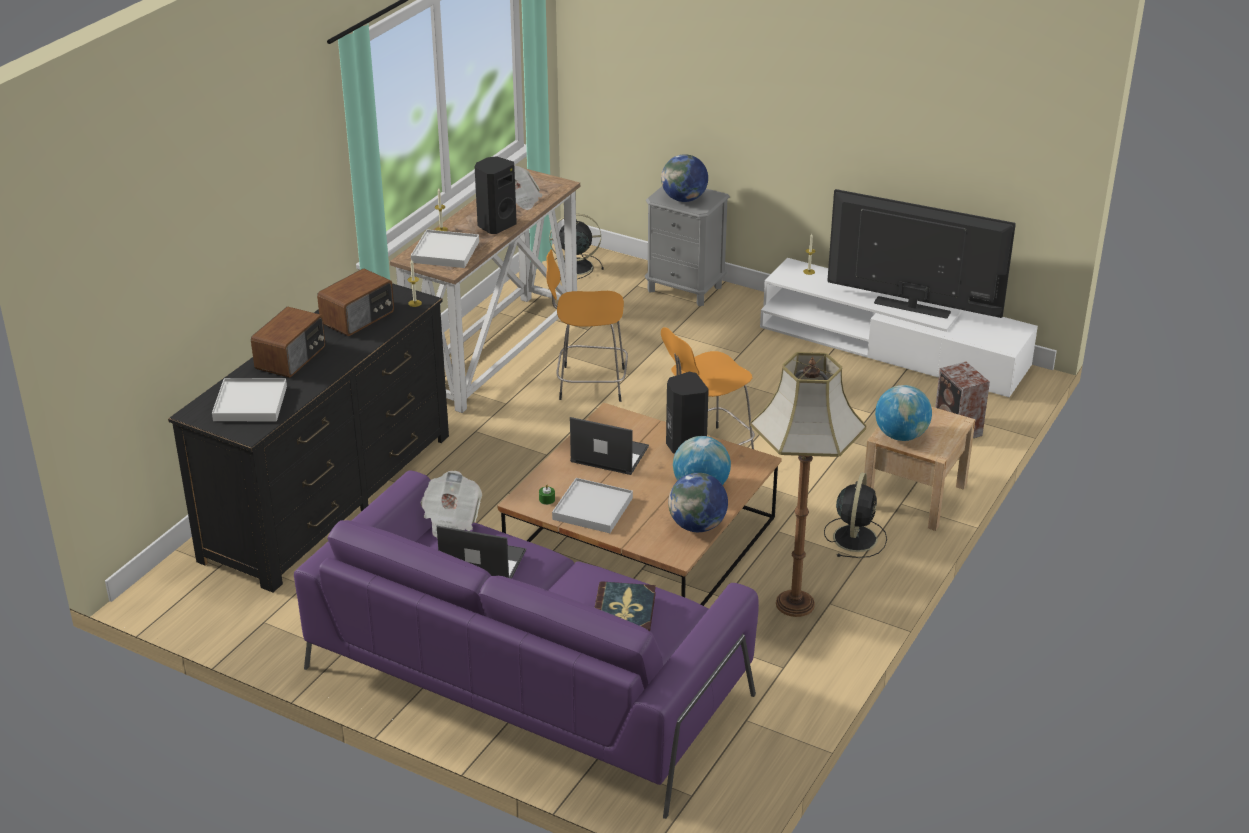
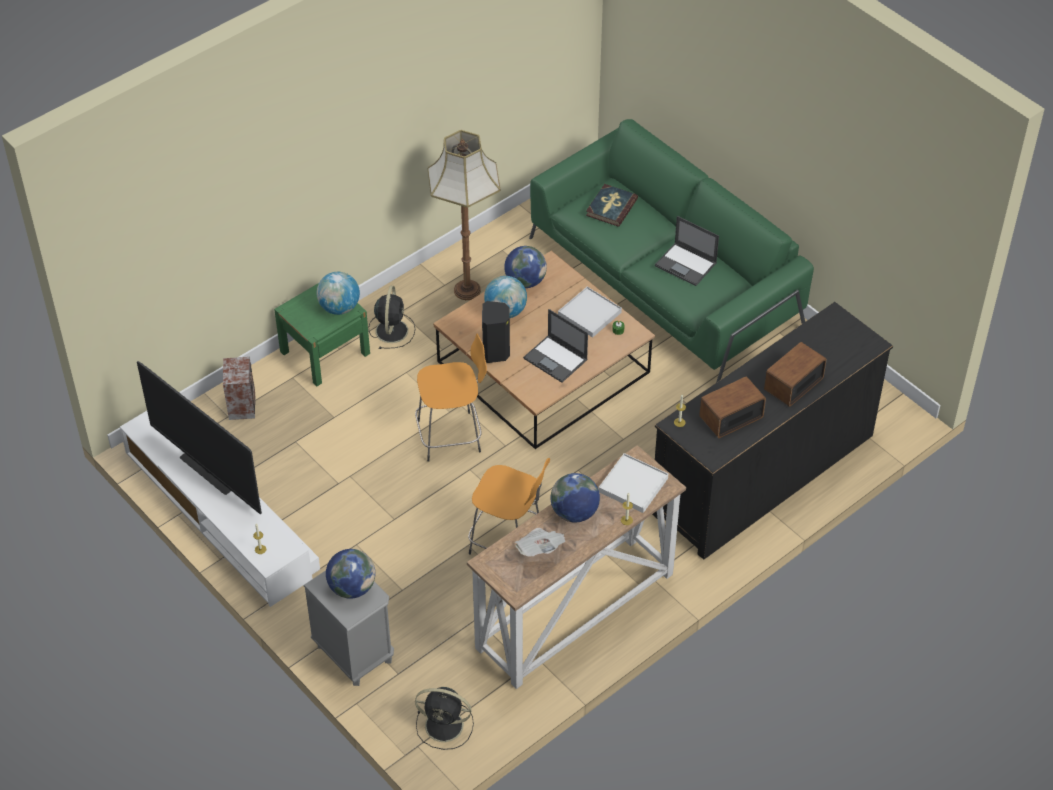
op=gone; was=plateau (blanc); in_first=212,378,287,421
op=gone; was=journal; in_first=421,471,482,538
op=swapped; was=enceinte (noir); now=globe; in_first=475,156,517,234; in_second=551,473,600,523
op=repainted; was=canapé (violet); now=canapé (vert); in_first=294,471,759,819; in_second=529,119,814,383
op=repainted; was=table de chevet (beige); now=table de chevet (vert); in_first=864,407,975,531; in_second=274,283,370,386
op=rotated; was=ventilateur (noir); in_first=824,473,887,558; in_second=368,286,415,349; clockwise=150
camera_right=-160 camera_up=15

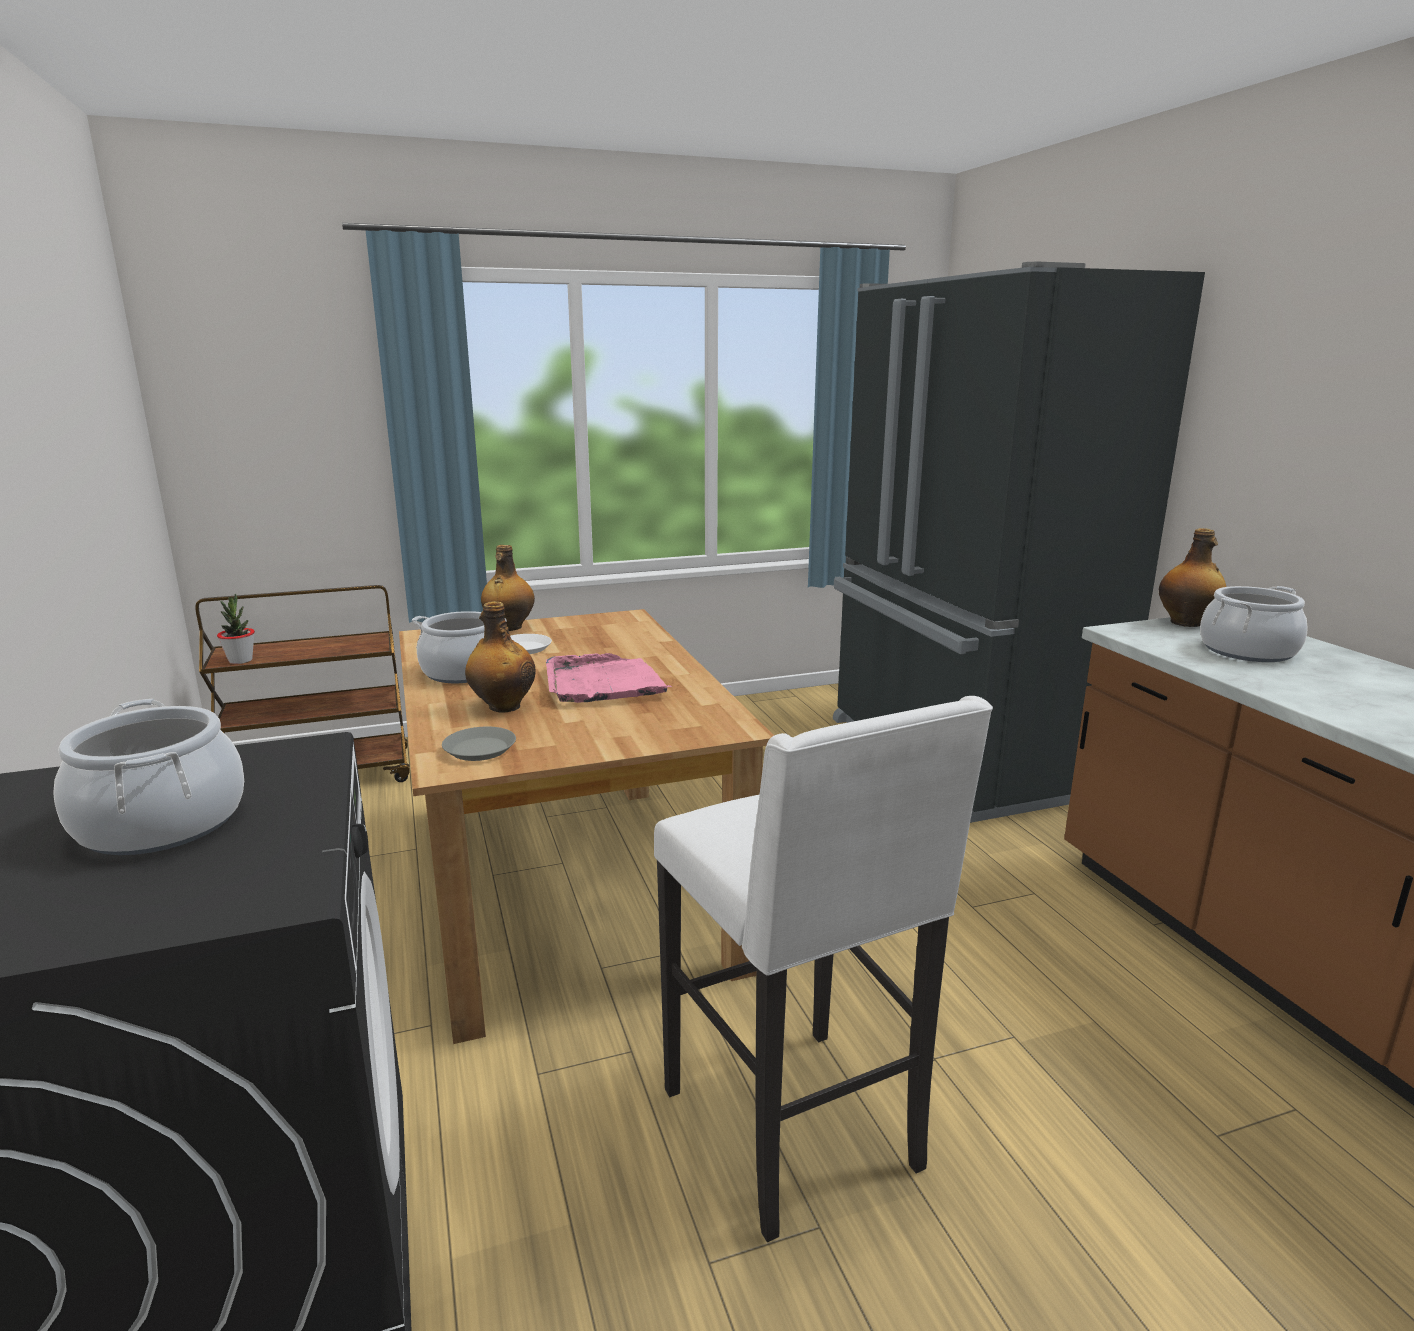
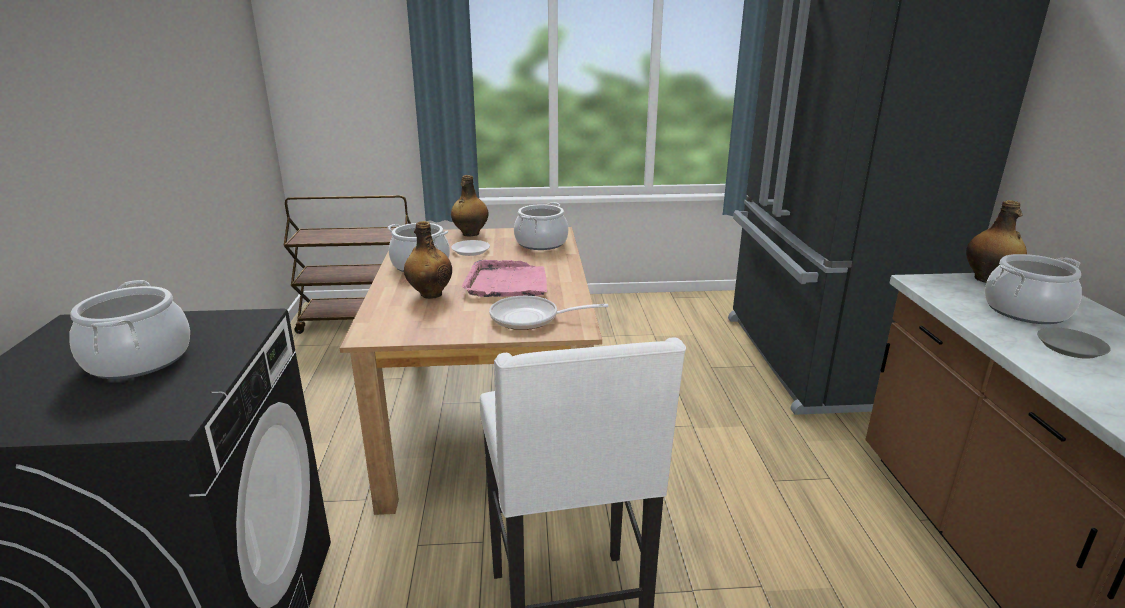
op=gone; was=plante en pot; in_first=217,593,255,664
op=new; now=poêle; in_second=489,296,608,330
op=new; now=marmite; in_second=514,202,568,250
op=shifted; was=assiette (gris); in_first=442,727,516,761; in_second=1037,327,1111,359
camera_right=15 camera_up=5

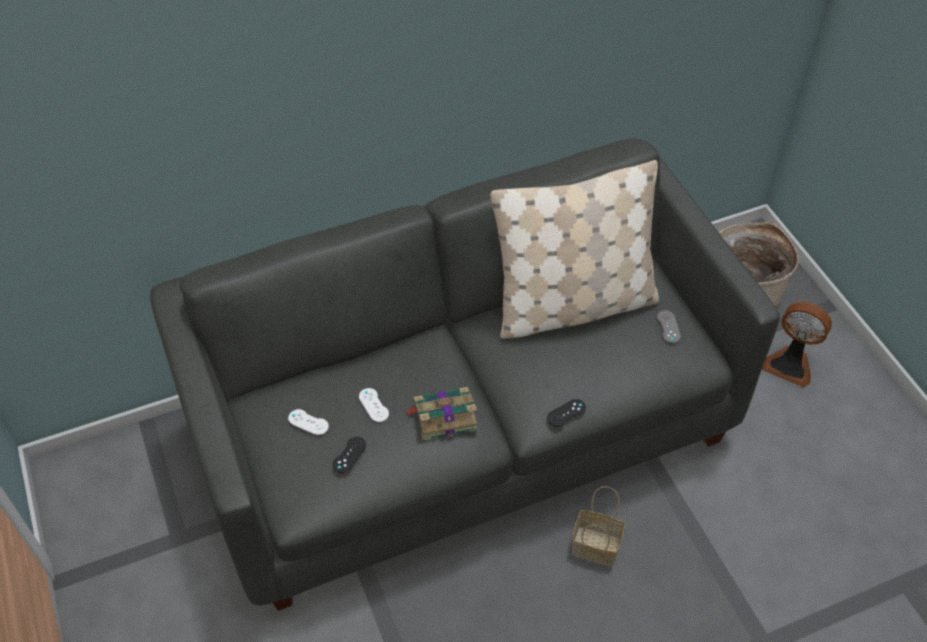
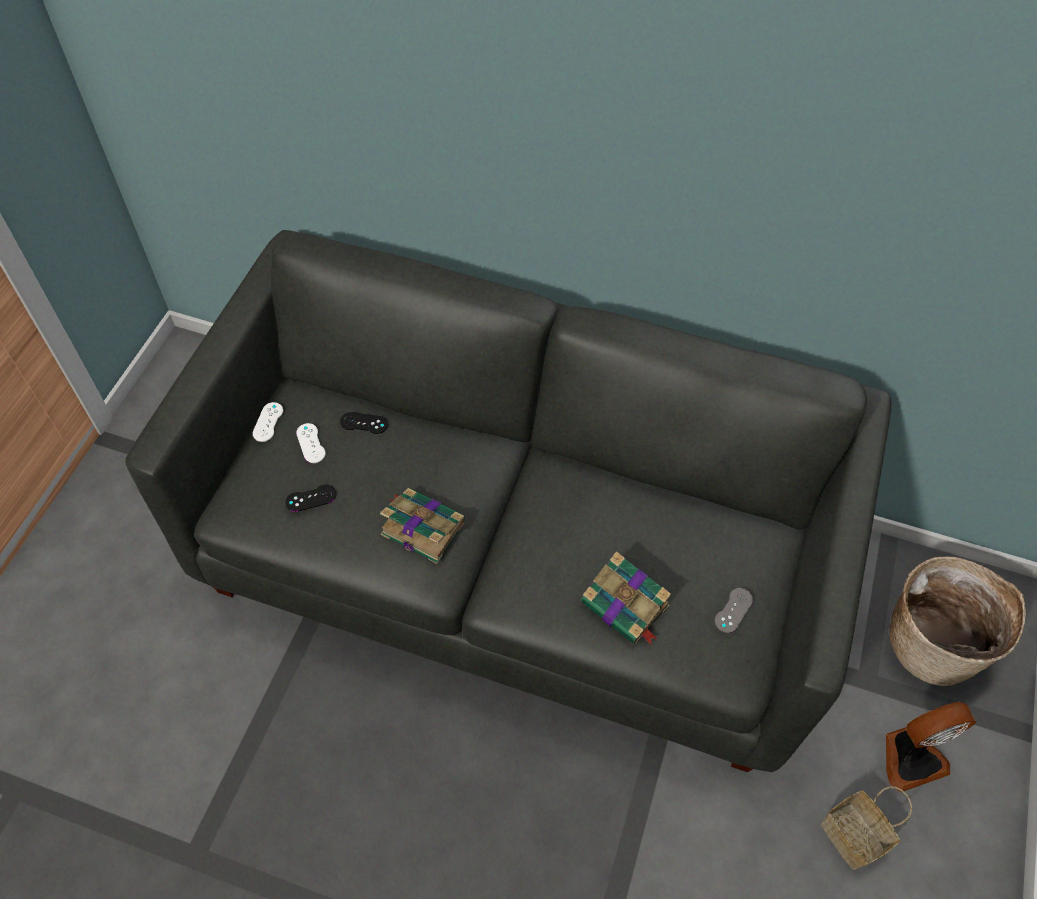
op=gone; was=coussin (beige); in_first=490,160,659,339
op=new; now=livre; in_second=581,551,671,645
op=shifted; was=manette (blanc); in_first=359,388,389,422; in_second=252,402,283,442
op=shifted; was=manette (noir); in_first=547,399,586,427; in_second=340,412,388,434
op=shifted; was=panier; in_first=572,486,625,566; in_second=821,786,912,870
op=rotated; was=ventilateur; in_first=762,302,832,387; in_second=886,702,976,792; clockwise=-90
camera_right=40 camera_up=5

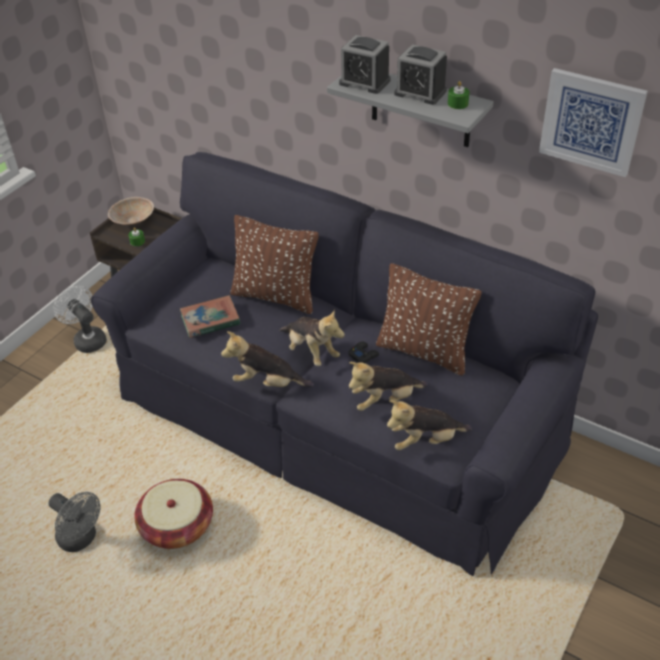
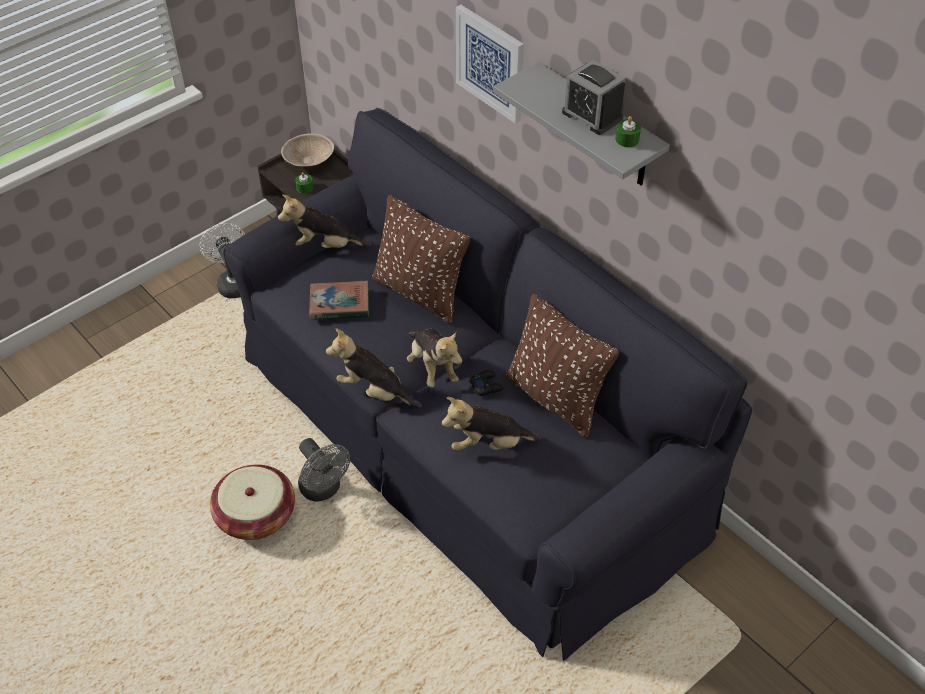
op=gone; was=réveil; in_first=339,35,391,94
op=shifted; was=ventilateur (gris); in_first=49,492,100,552; in_second=298,438,350,502
op=shifted; was=peluche; in_first=387,400,472,450; in_second=278,195,371,248
op=shifted; was=tableau; in_first=539,68,648,177; in_second=456,5,524,123
camera_right=15 camera_up=5

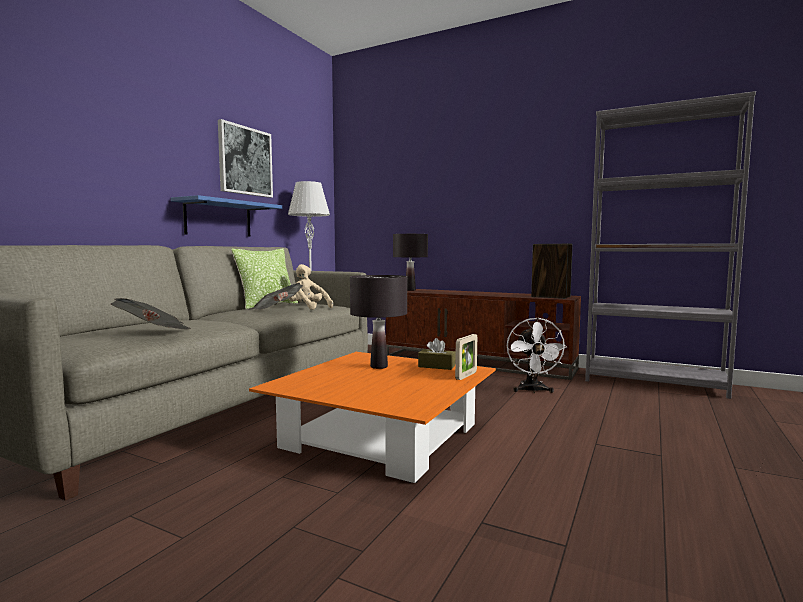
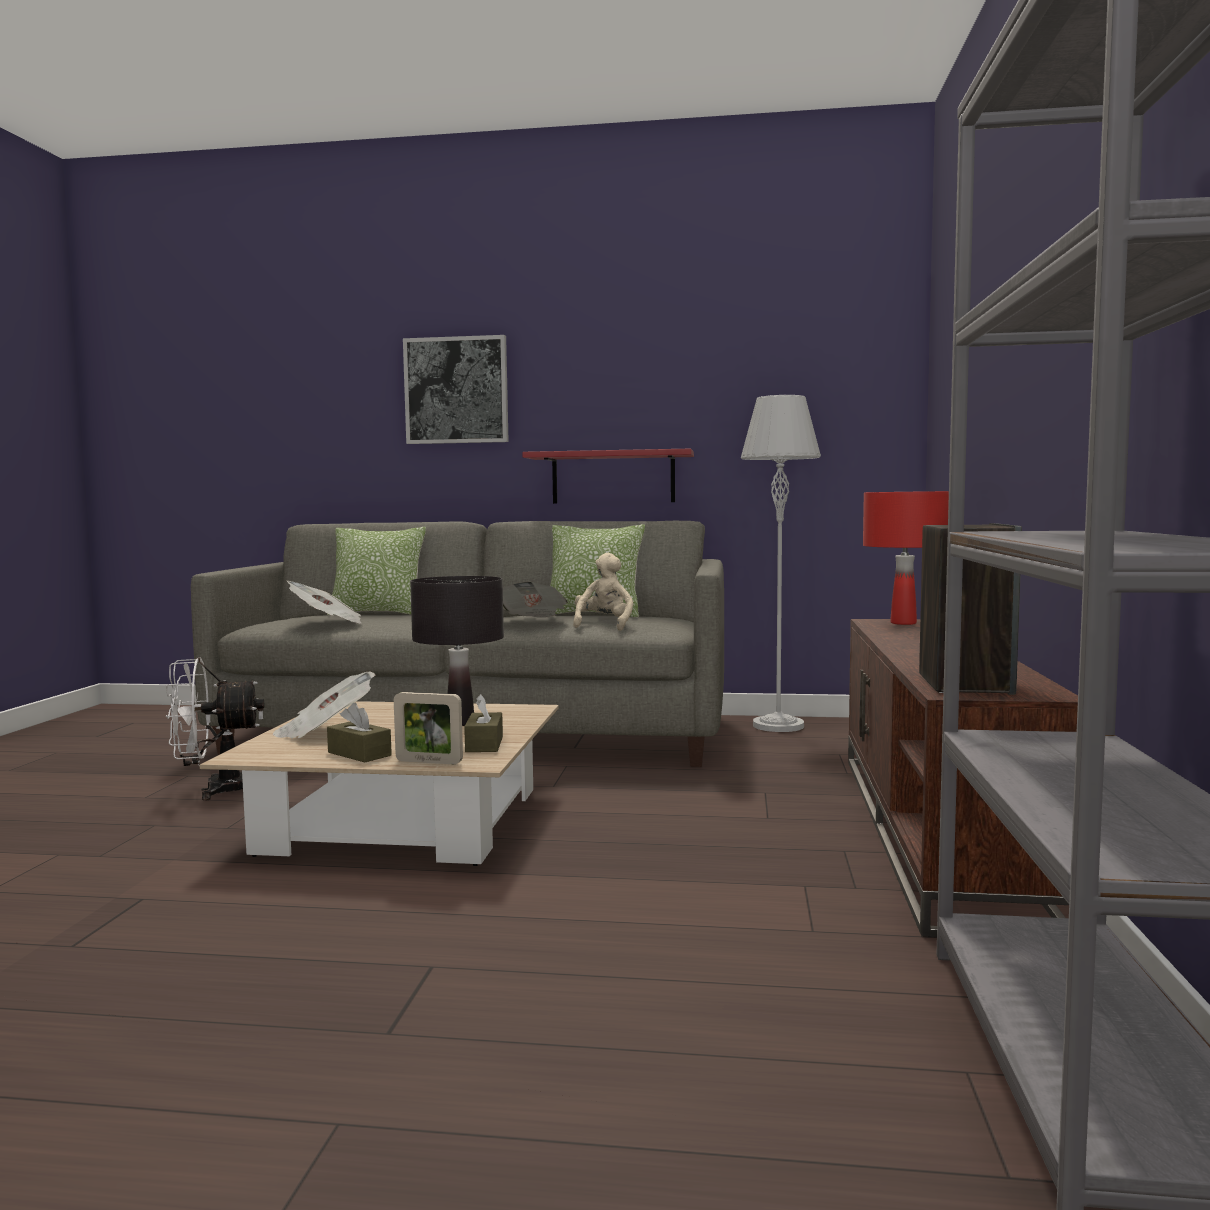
op=new; now=journal; in_second=273,672,375,738
op=new; now=coussin; in_second=327,527,426,615
op=new; now=boîte à mouchoirs (marron); in_second=327,702,392,762
op=shifted; was=tableau; in_first=218,119,273,198; in_second=403,335,509,444
op=shifted; was=ventilateur (blanc); in_first=507,317,567,393; in_second=166,657,264,801
op=repainted; was=étagère (bleu); now=étagère (rouge); in_first=171,195,282,237; in_second=522,449,694,504
op=repainted; was=table basse (orange); now=table basse (beige); in_first=249,352,496,483; in_second=200,701,559,866
op=repainted; was=lampe de table (noir); now=lampe de table (rouge); in_first=393,234,428,291; in_second=863,491,949,625
camera_right=70 camera_up=0

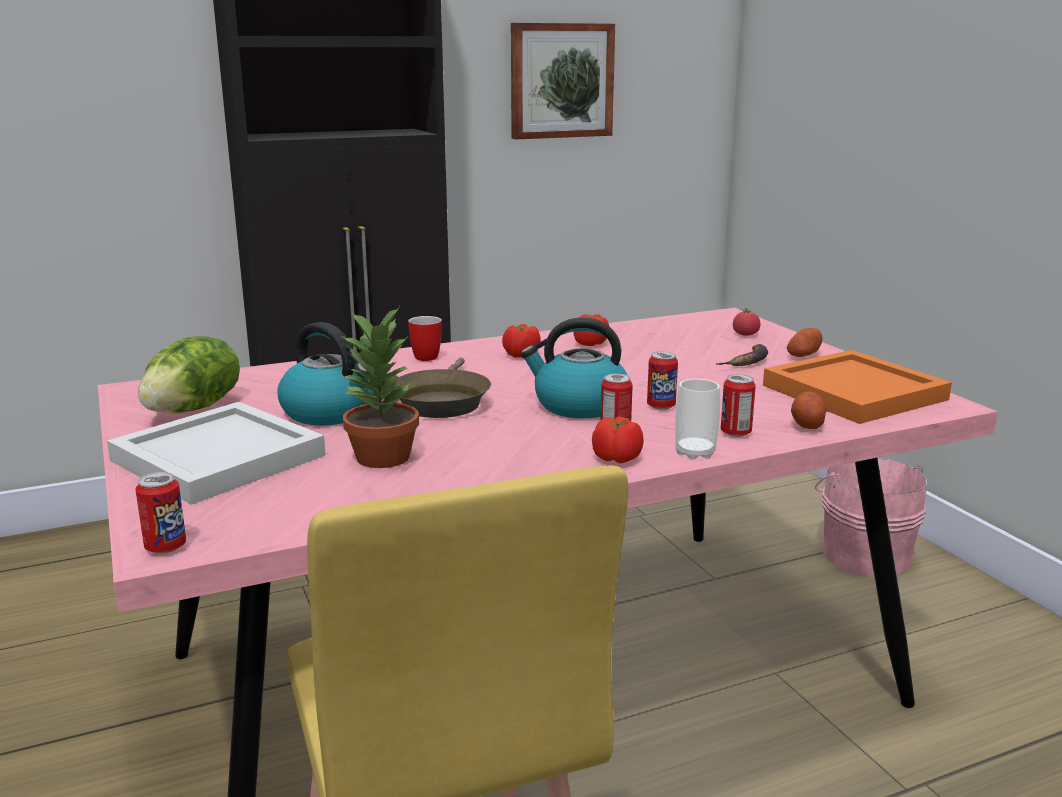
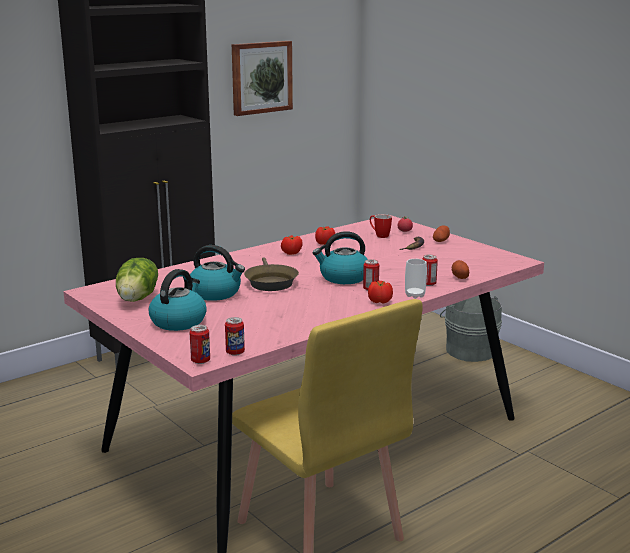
op=gone; was=plante en pot; in_first=341,306,419,468
op=gone; was=plateau (orange); in_first=763,350,952,424
op=shifted; was=mug; in_first=408,316,442,361; in_second=370,214,392,238
op=shifted; was=boîte métallique; in_first=647,351,678,410; in_second=225,317,245,356
op=swapped; was=plateau (blanc); now=bouilloire; in_first=107,402,326,505; in_second=149,269,207,331
op=repainted; was=seau (rose); now=seau (gris); in_first=815,458,927,577; in_second=440,295,502,362
camera_right=-15 camera_up=0

